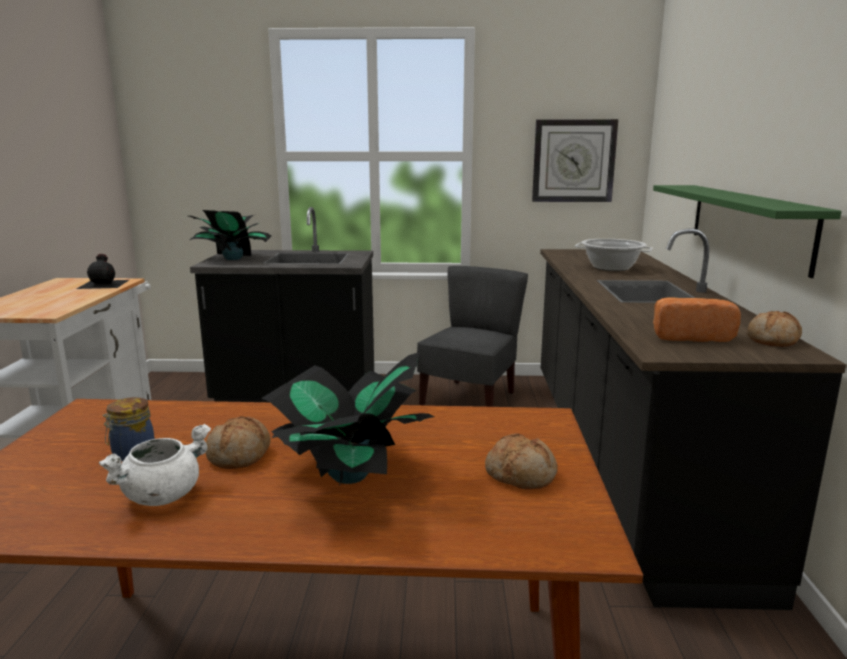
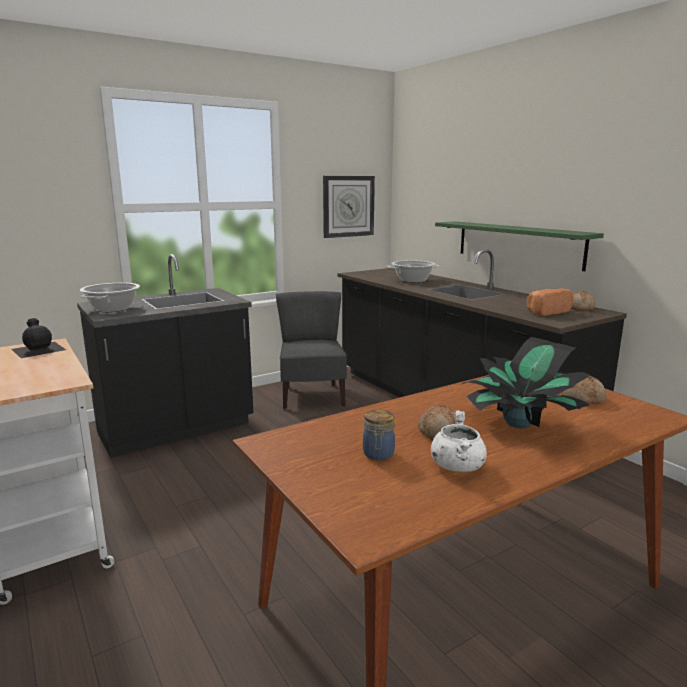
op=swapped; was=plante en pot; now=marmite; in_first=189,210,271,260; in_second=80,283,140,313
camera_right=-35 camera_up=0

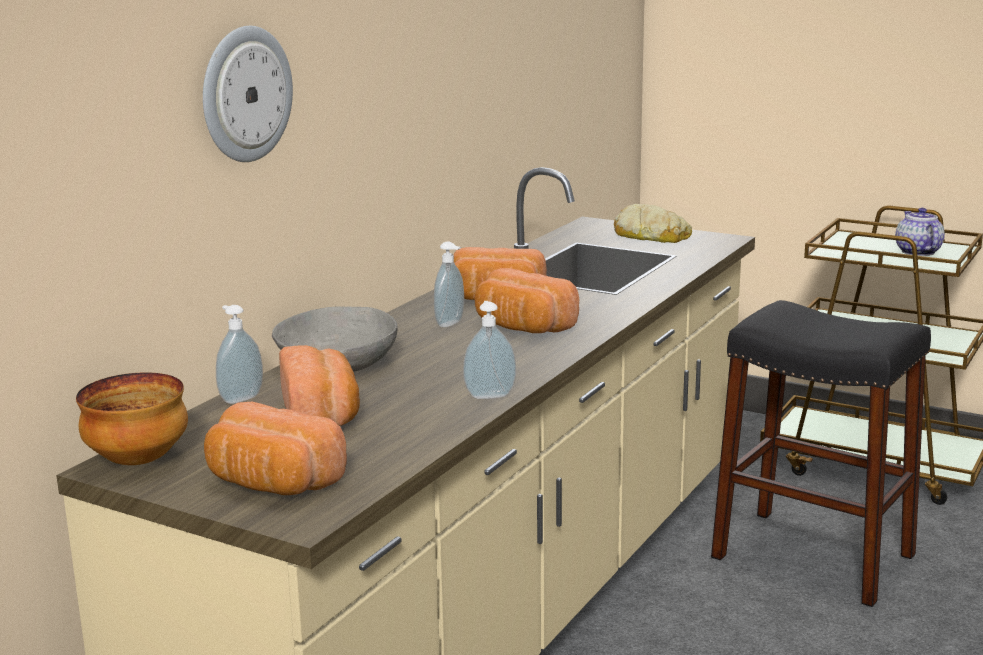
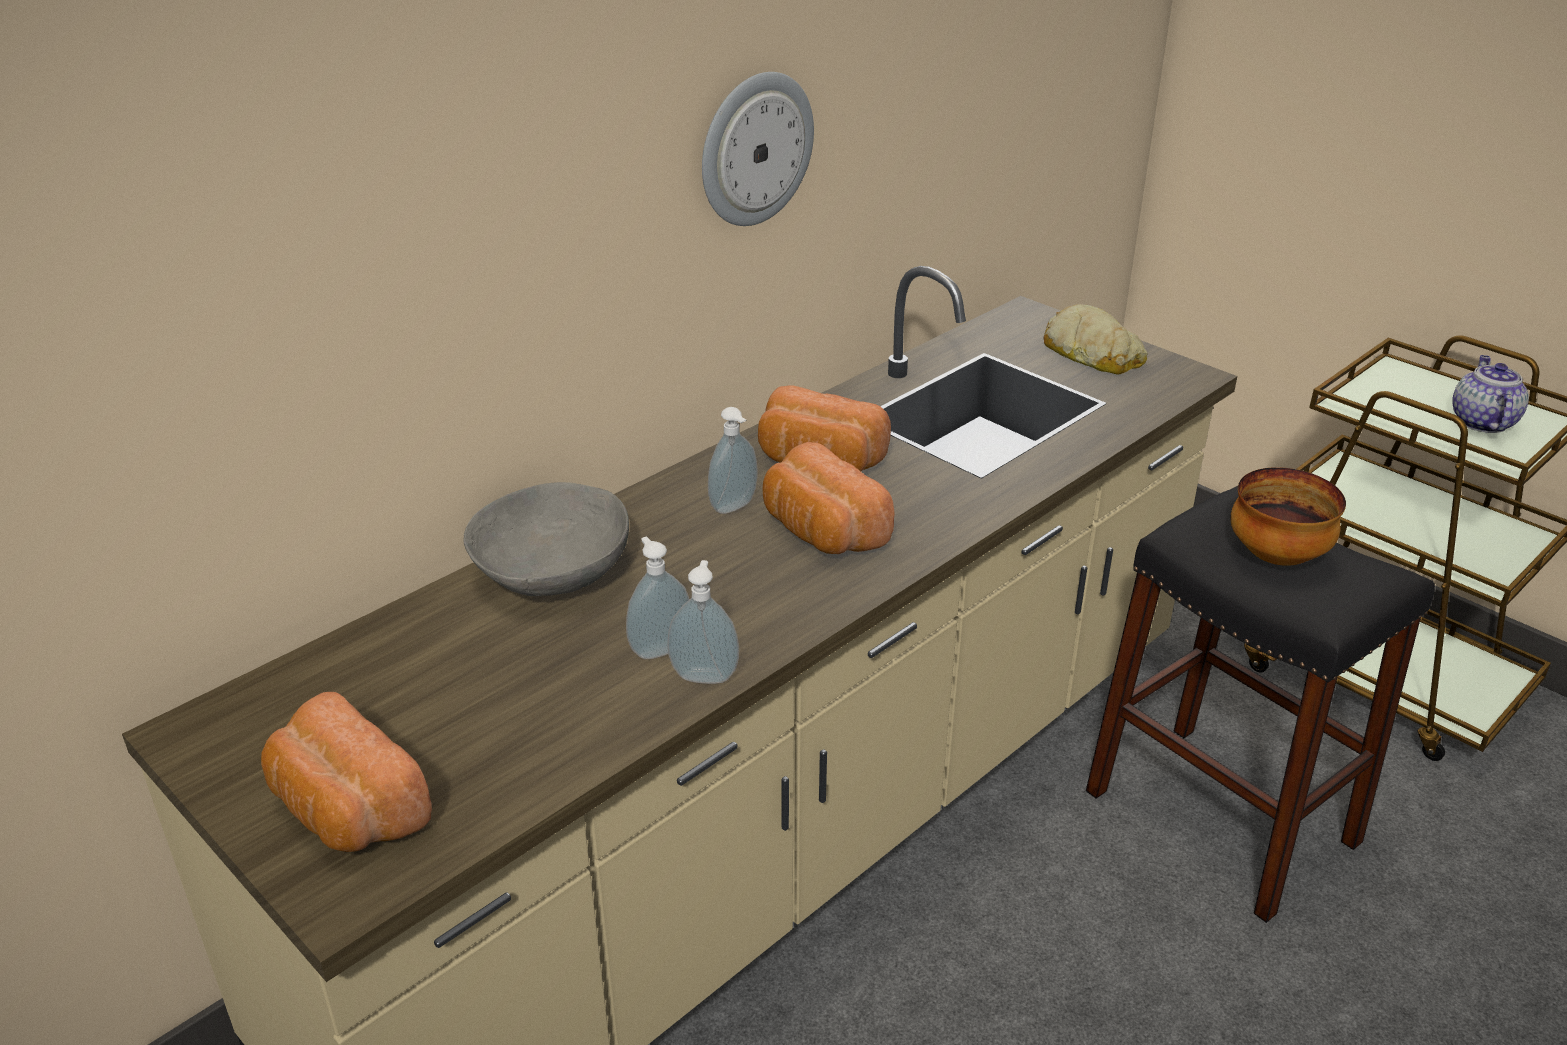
op=gone; was=pain; in_first=279,345,360,426
op=shifted; was=bol; in_first=76,372,188,465; in_second=1230,467,1346,566
op=shifted; was=horloge murale; in_first=203,26,293,162; in_second=702,72,814,226
op=shifted; was=distributeur de savon; in_first=216,305,263,404; in_second=626,536,690,659
camera_right=15 camera_up=15

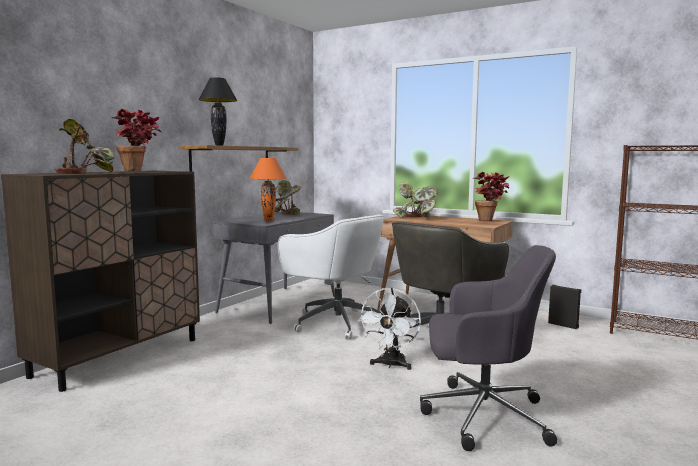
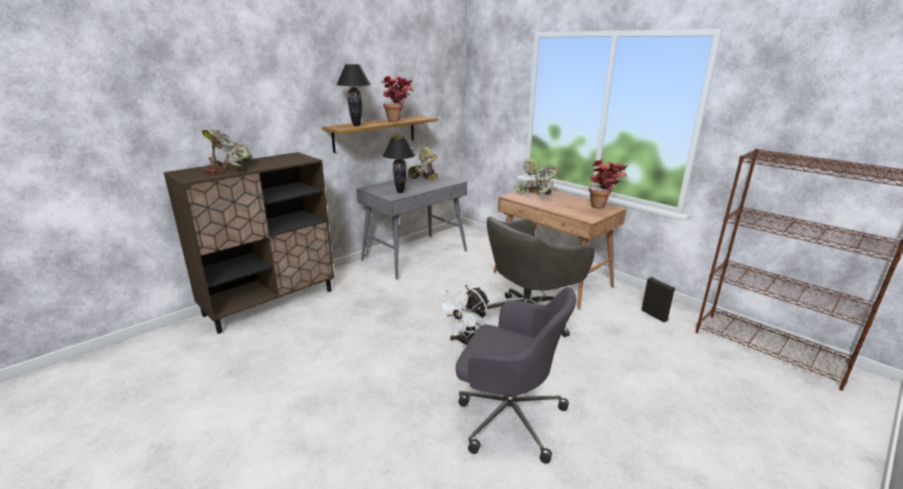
op=gone; was=chaise de bureau (blanc); in_first=278,214,384,339
op=shifted; was=plante en pot; in_first=111,109,161,171; in_second=382,76,414,122
op=repainted; was=lampe de table (orange); now=lampe de table (noir); in_first=250,158,286,222; in_second=383,136,415,193
camera_right=15 camera_up=15

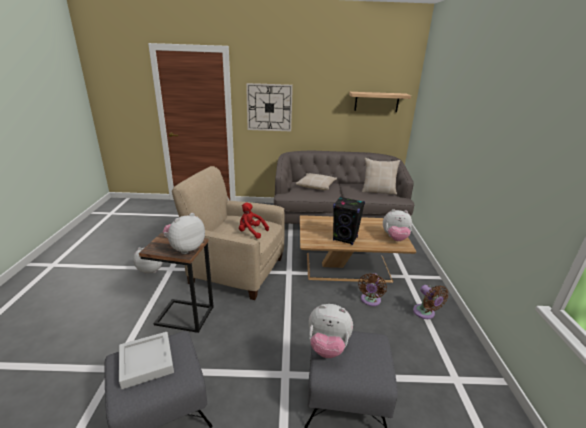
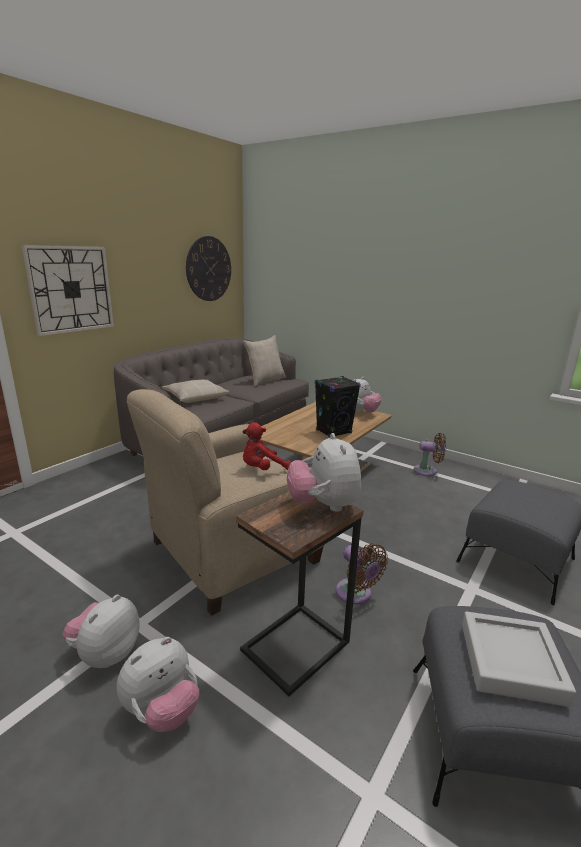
op=shifted; was=peluche; in_first=309,304,353,358; in_second=117,637,199,732
op=shifted; was=ventilateur (marron); in_first=358,273,387,306; in_second=336,544,388,605
op=swapped; was=étagère; now=horloge murale; in_first=349,92,411,112; in_second=186,236,231,301
camera_right=-55 camera_up=-5

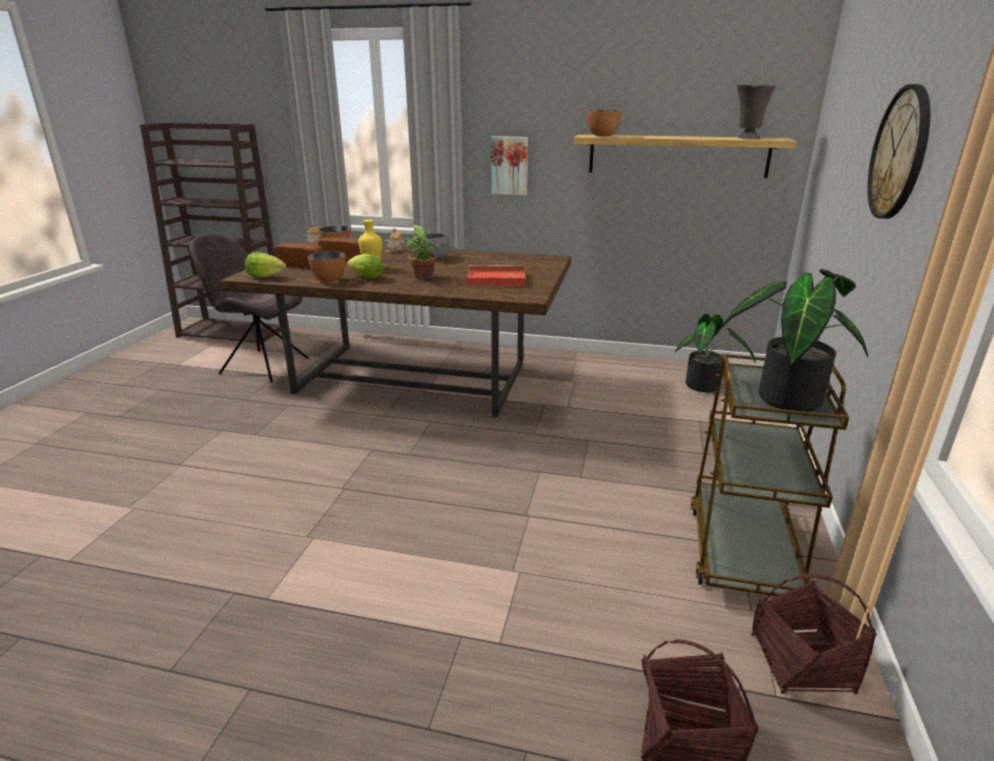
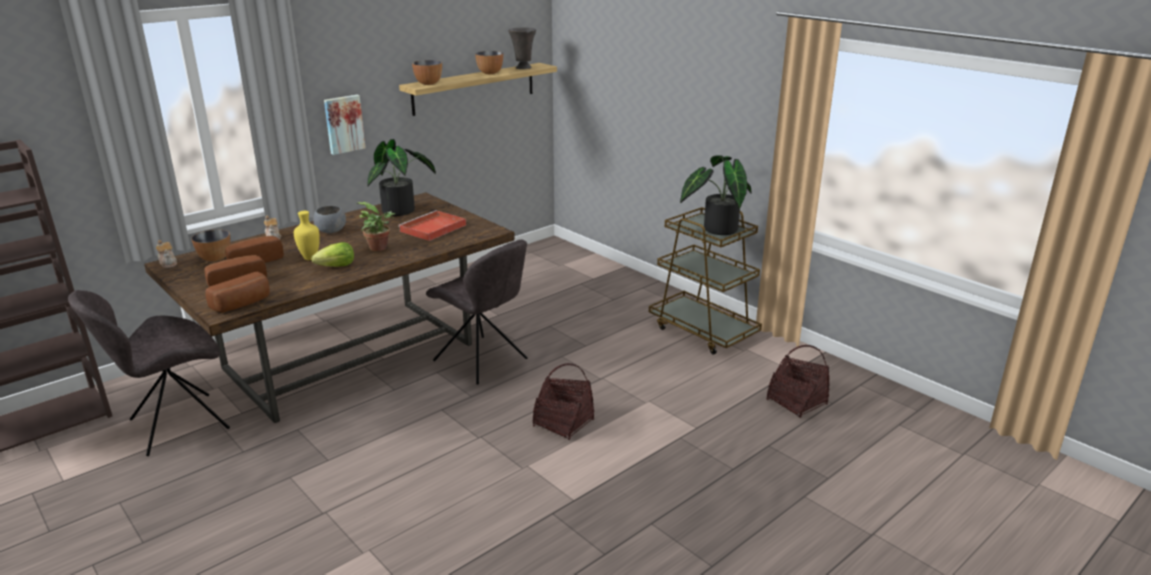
op=gone; was=horloge murale; in_first=867,84,930,219
op=new; now=chaise (gris); in_second=426,239,528,385
op=shifted; was=bol; in_first=308,251,346,282; in_second=475,51,503,74
op=shifted; was=plante en pot; in_first=675,314,756,392; in_second=367,139,436,216
op=shifted; was=panier; in_first=751,574,877,694; in_second=533,363,594,440
op=swapped; was=laitue; now=pain; in_first=245,252,286,278; in_second=205,272,270,313
camera_right=-55 camera_up=0

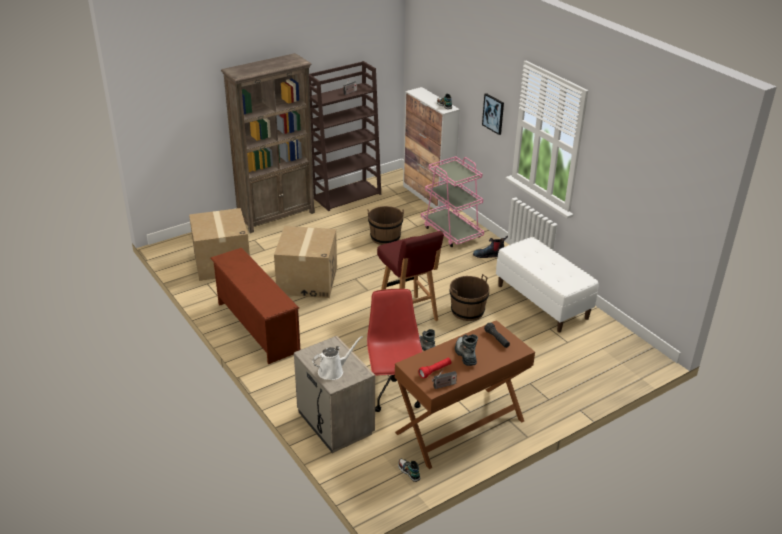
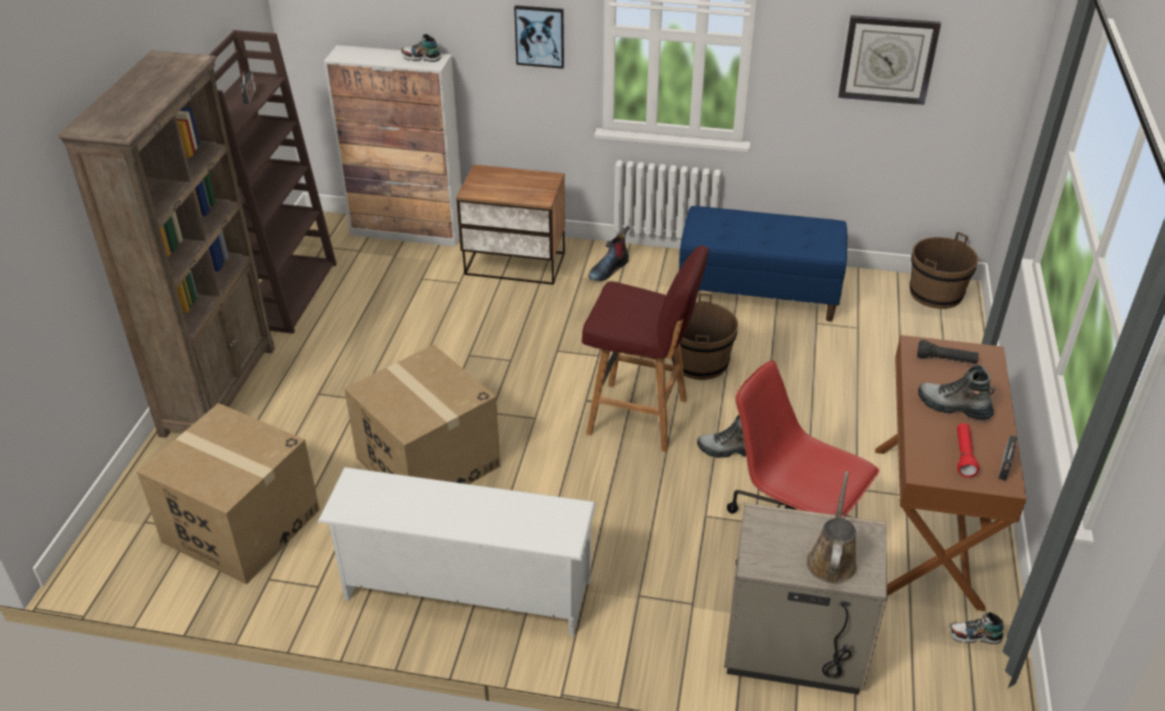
op=new; now=horloge murale; in_second=838,15,941,105
op=shifted; was=seau (marron); in_first=368,206,404,245; in_second=910,232,978,309
op=swapped; was=chariot (rose); now=table de chevet; in_first=421,156,484,247; in_second=456,164,565,285
op=repainted; was=étagère à chaussures (marron); now=étagère à chaussures (blanc); in_first=210,248,300,364; in_second=318,467,596,636
op=repainted; was=arrosoir (blanc); now=arrosoir (marron); in_first=312,336,363,380; in_second=807,471,857,584
op=repainted; was=banc (blanc); now=banc (bleu); in_first=496,237,599,332; in_second=679,206,847,322
camera_right=-45 camera_up=5

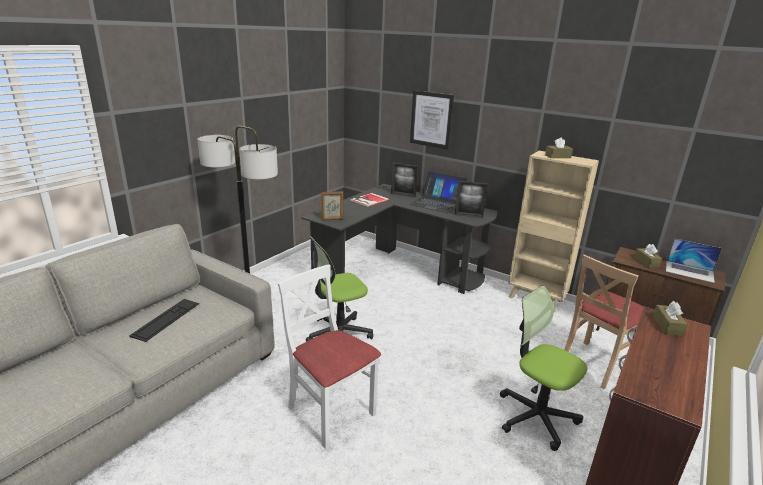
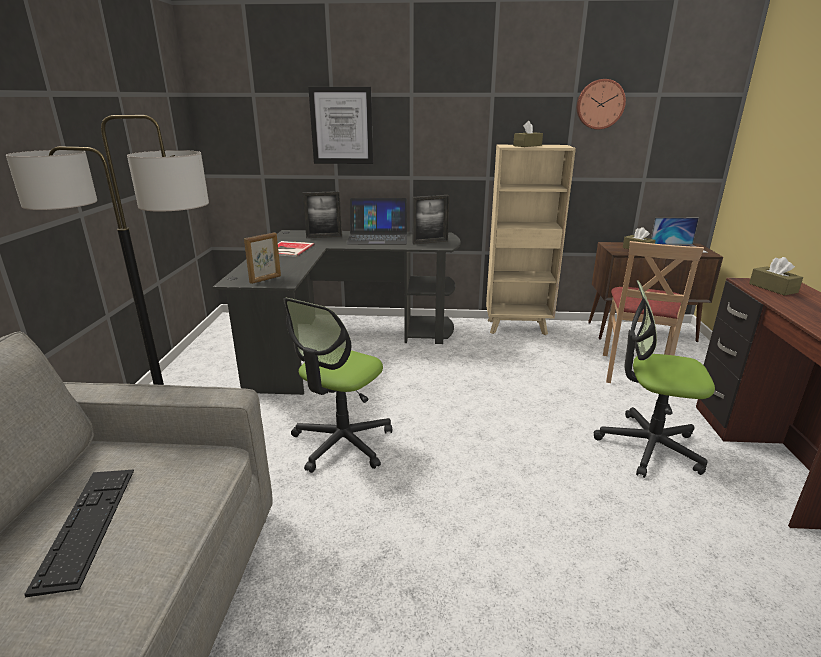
op=gone; was=chaise (blanc); in_first=278,264,381,449
op=new; now=horloge murale; in_second=577,79,626,130
camera_right=-30 camera_up=0

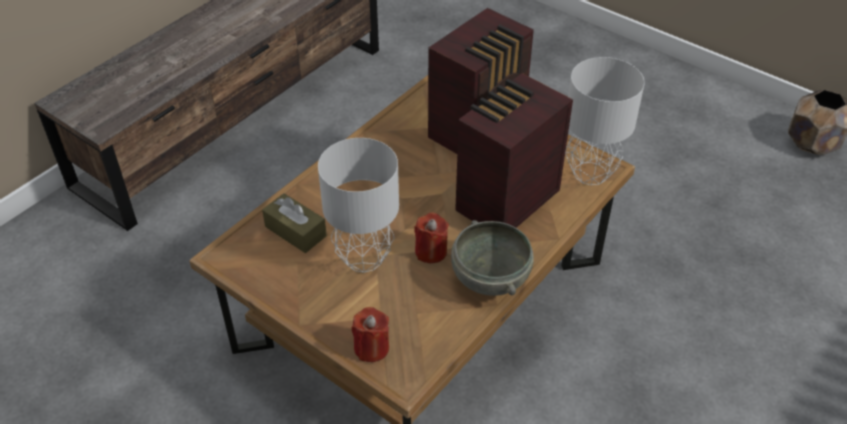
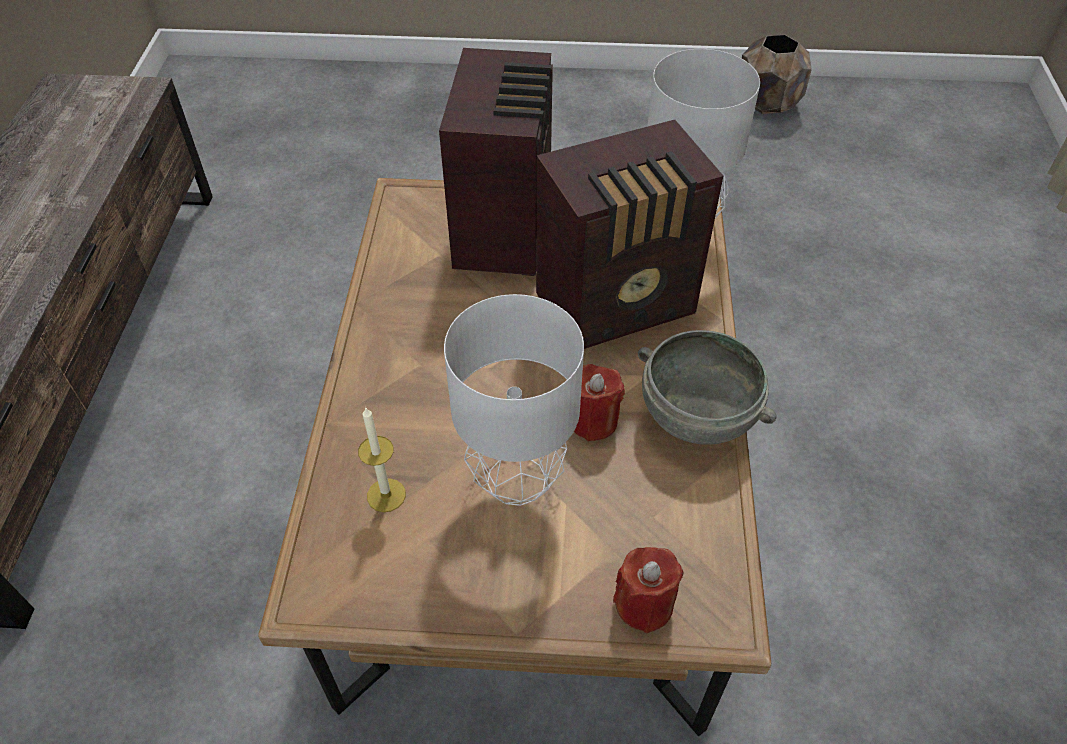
op=swapped; was=boîte à mouchoirs (marron); now=bougie; in_first=262,193,327,253; in_second=358,408,406,512
op=rotated; was=radio; in_first=455,73,573,228; in_second=536,120,723,349; clockwise=-120
camera_right=-35 camera_up=5

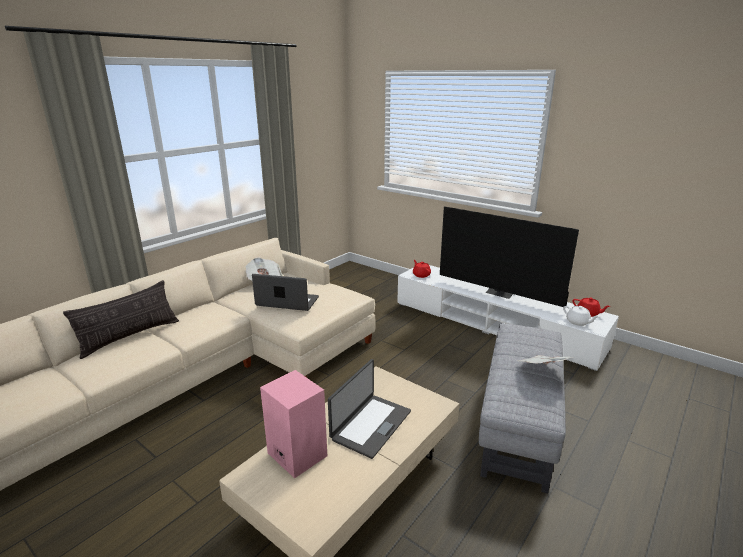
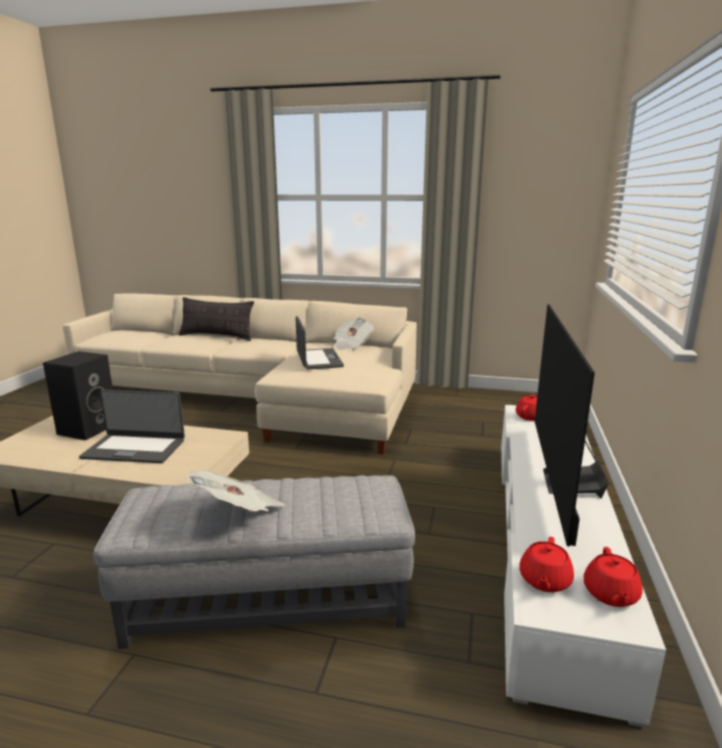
op=repainted; was=enceinte (rose); now=enceinte (noir); in_first=260,370,327,478; in_second=43,351,113,440
op=repainted; was=théière (blanc); now=théière (rouge); in_first=563,306,599,326; in_second=519,537,574,592
camera_right=65 camera_up=-5

